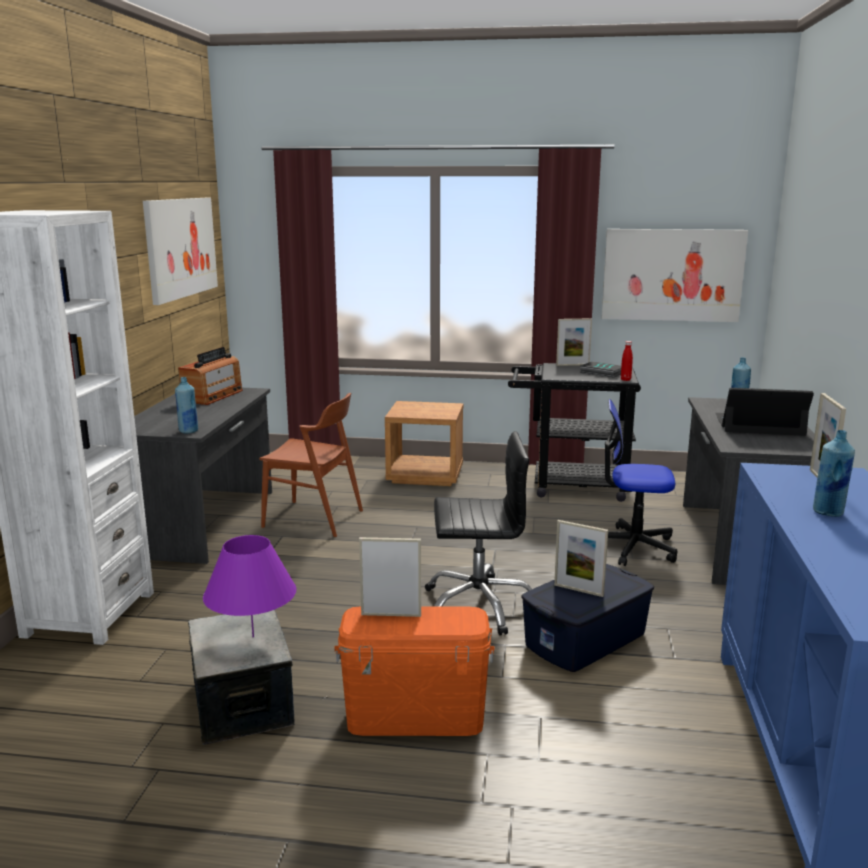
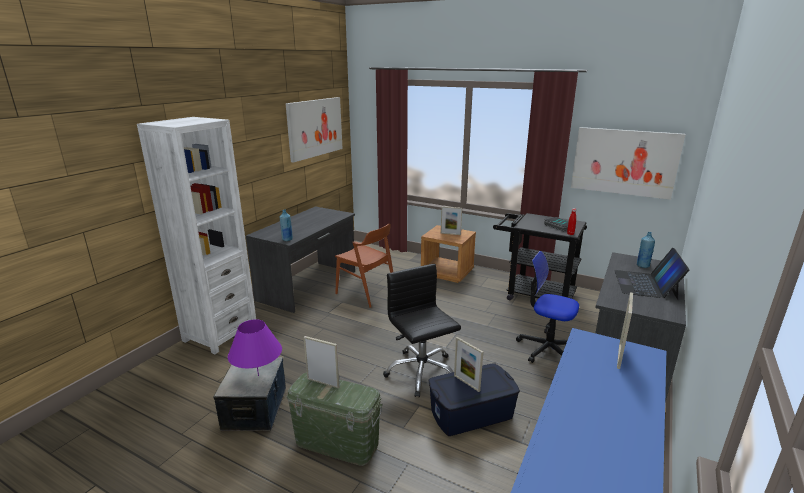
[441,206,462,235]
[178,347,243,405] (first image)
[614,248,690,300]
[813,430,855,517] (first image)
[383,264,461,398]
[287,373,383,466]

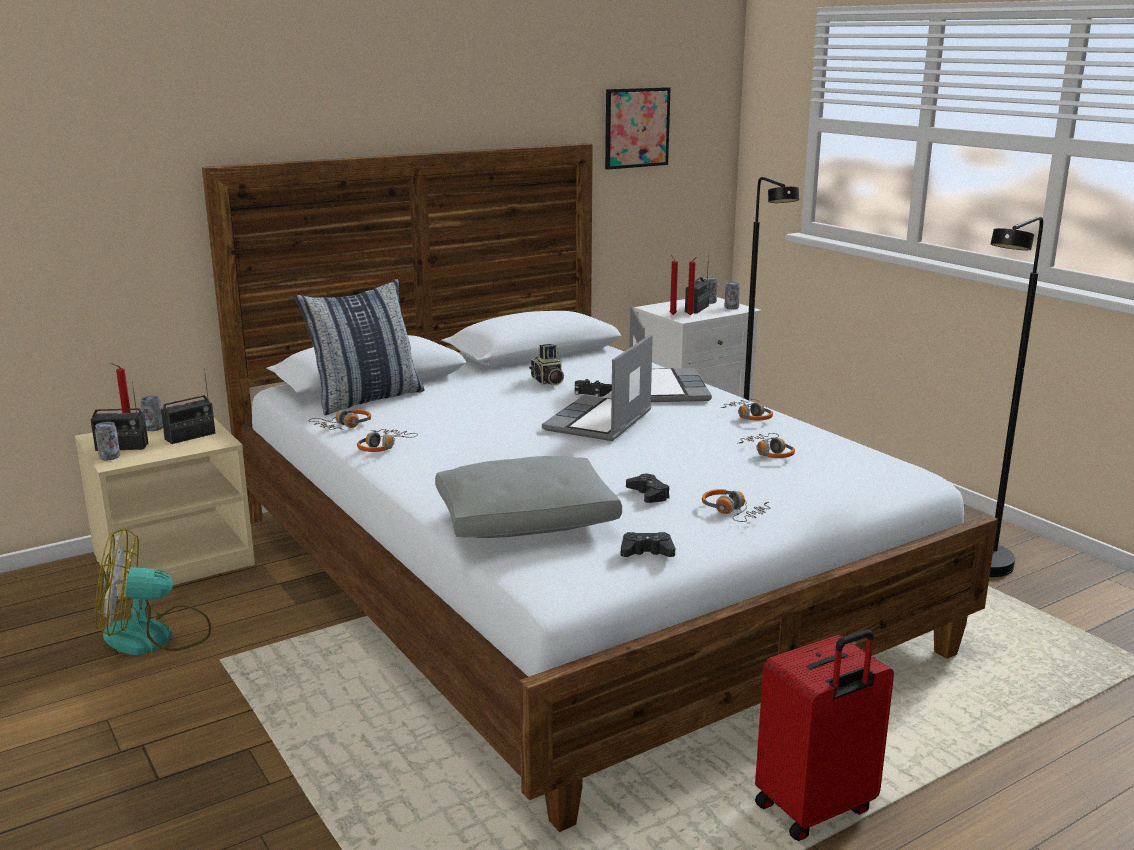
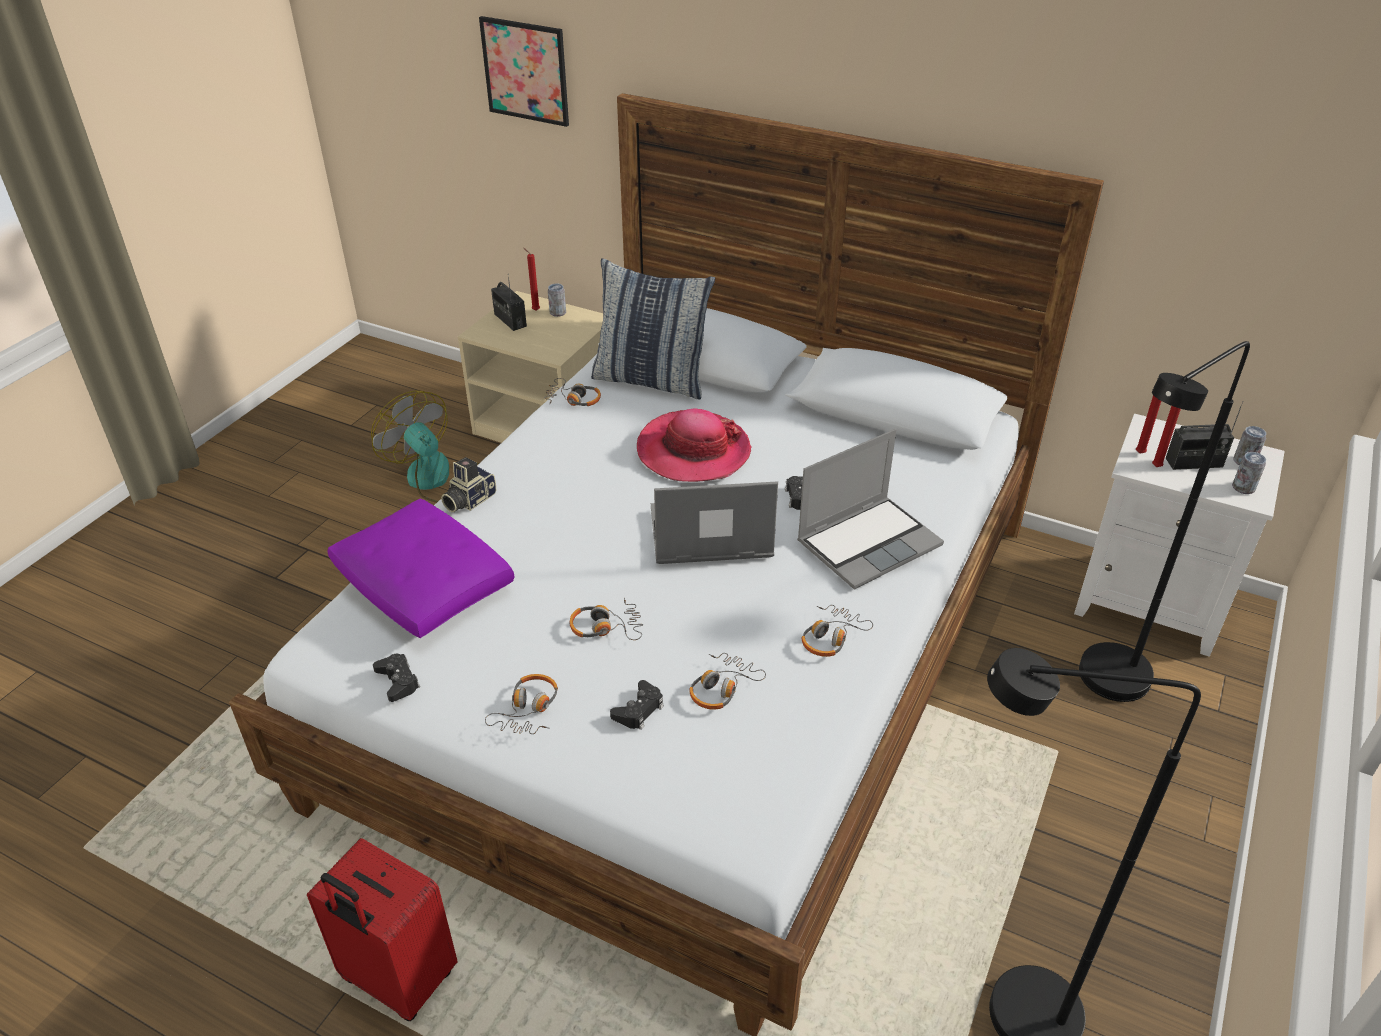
[479,16,569,127]
[441,457,496,512]
[161,368,216,444] (first image)
[95,422,120,460] (first image)
[570,598,643,640]
[327,499,514,638]
[610,680,664,730]
[637,409,752,482]

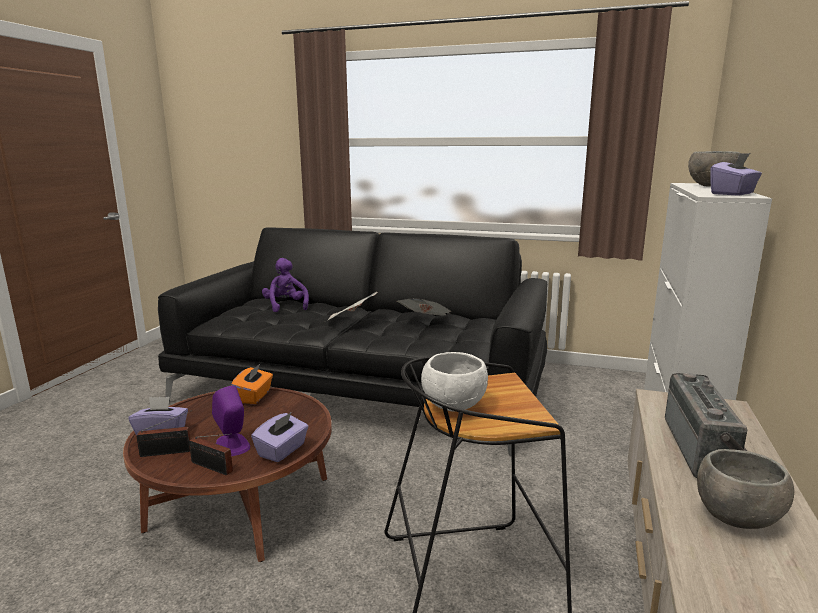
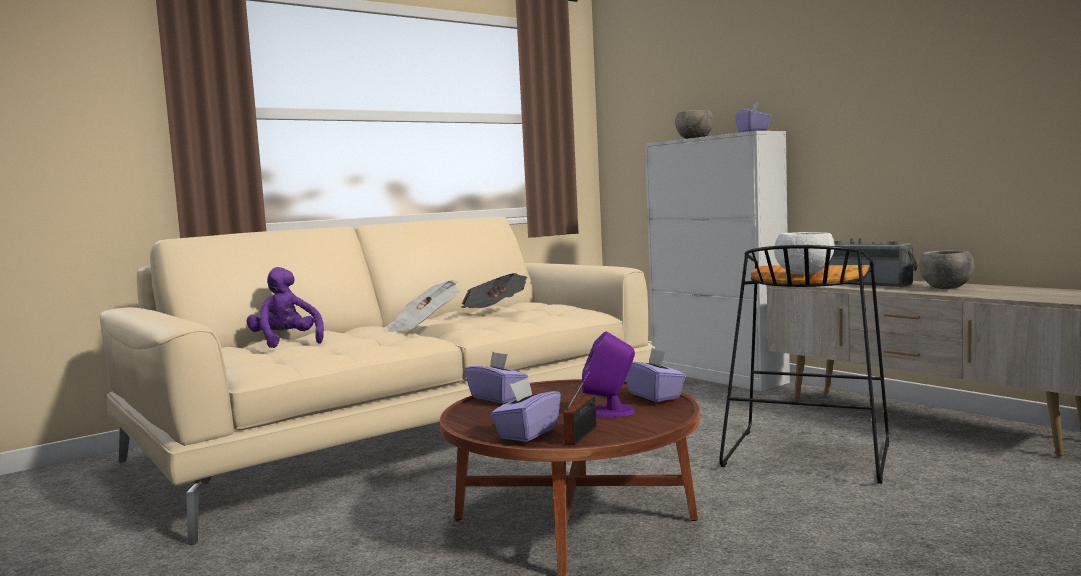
[99,217,655,545]
[247,267,324,348]
[465,351,528,403]
[189,434,233,475] (first image)

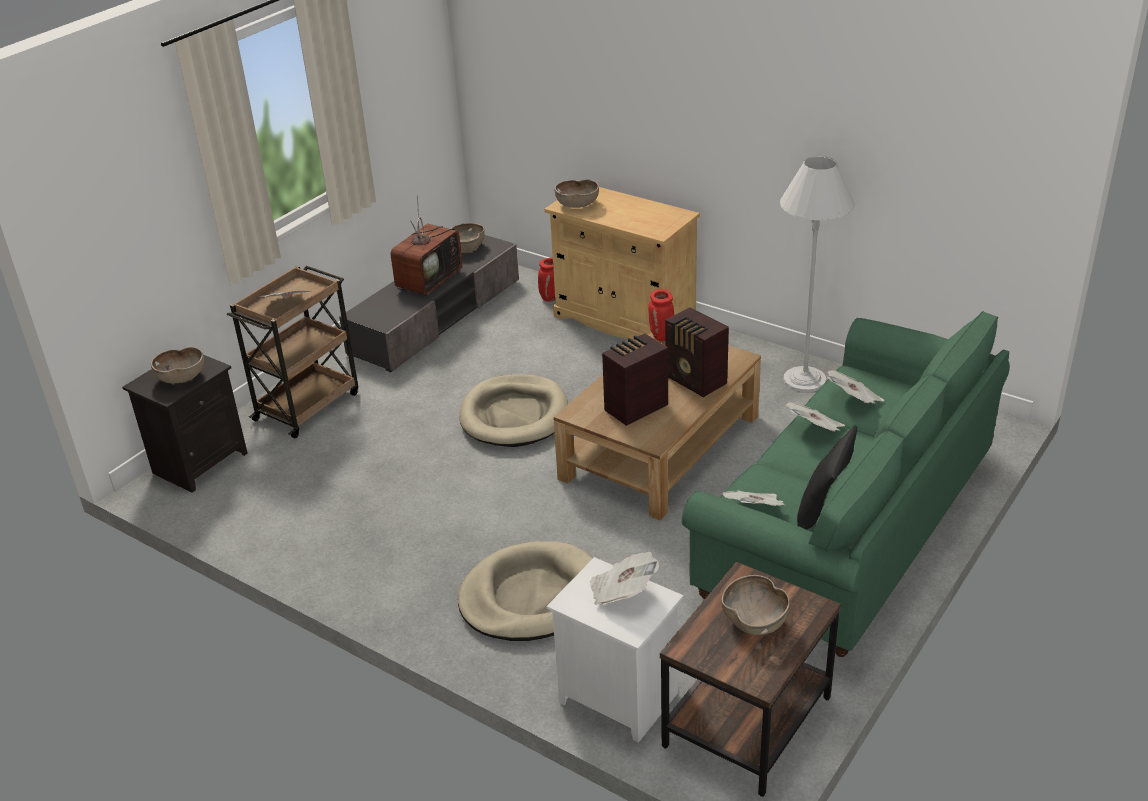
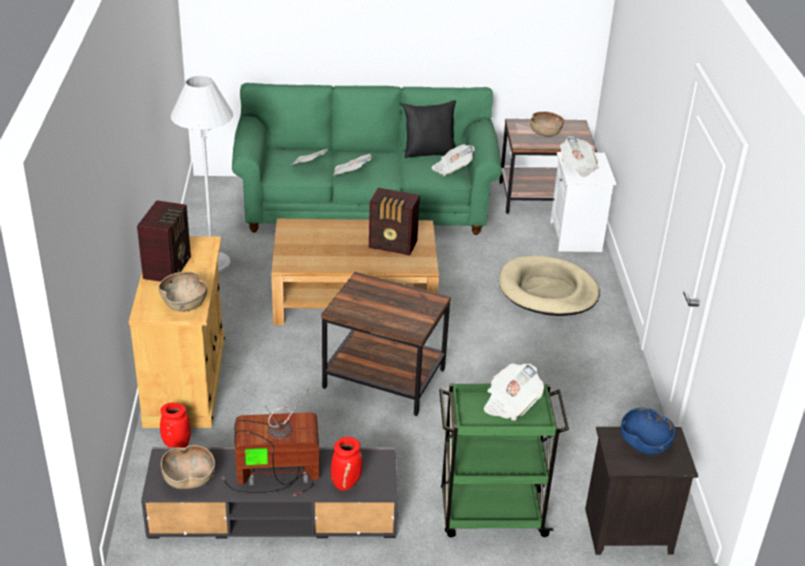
[439,383,569,537]
[331,437,362,491]
[137,200,191,284]
[620,408,676,455]
[321,272,451,416]

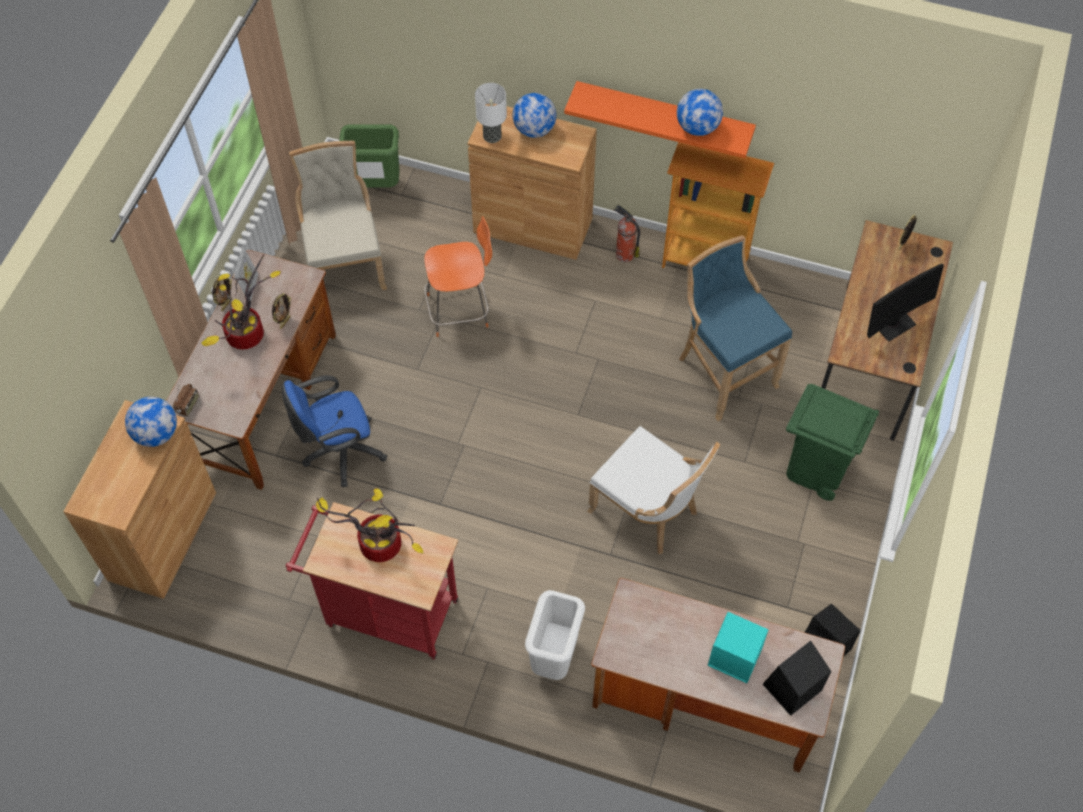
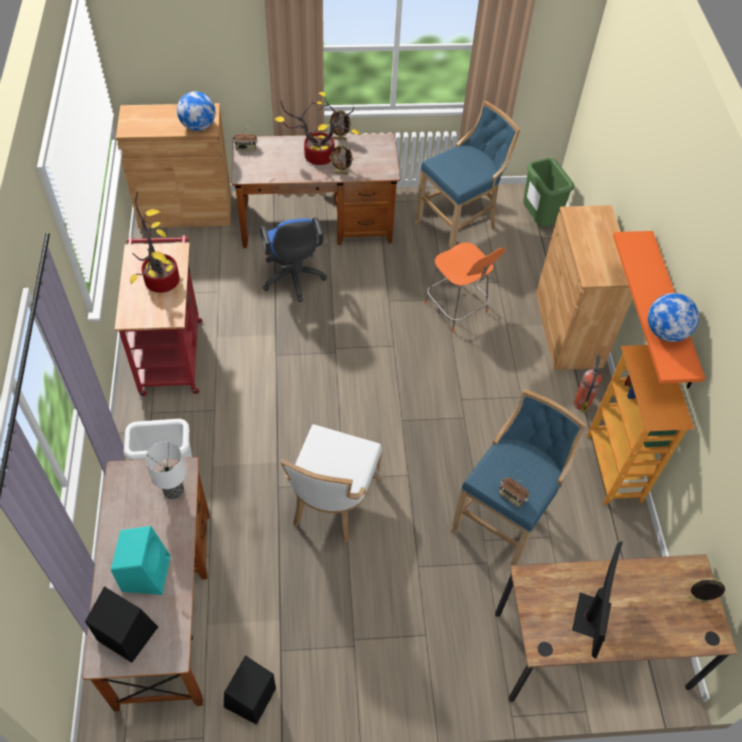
[145,442,186,500]
[513,93,556,138] (first image)
[415,101,520,250]
[234,246,258,301] (first image)
[572,541,623,659]
[260,217,327,302]
[786,384,879,501] (first image)
[498,477,529,507]

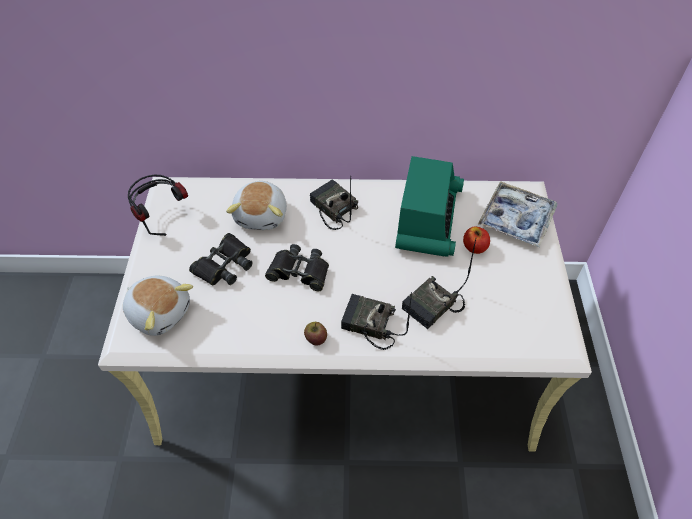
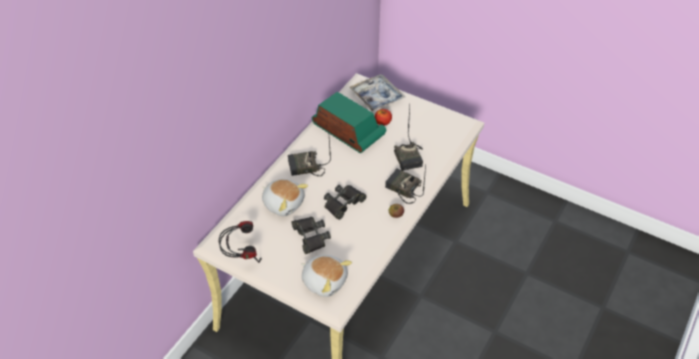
[301,255,352,297]
[385,164,426,204]

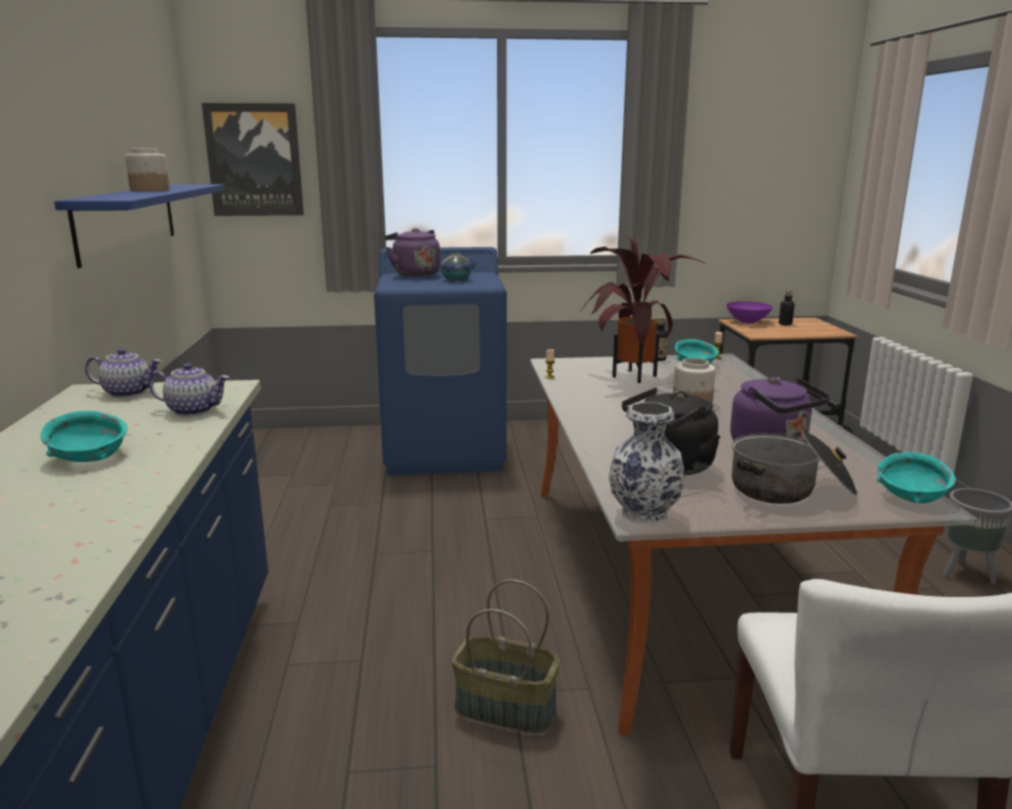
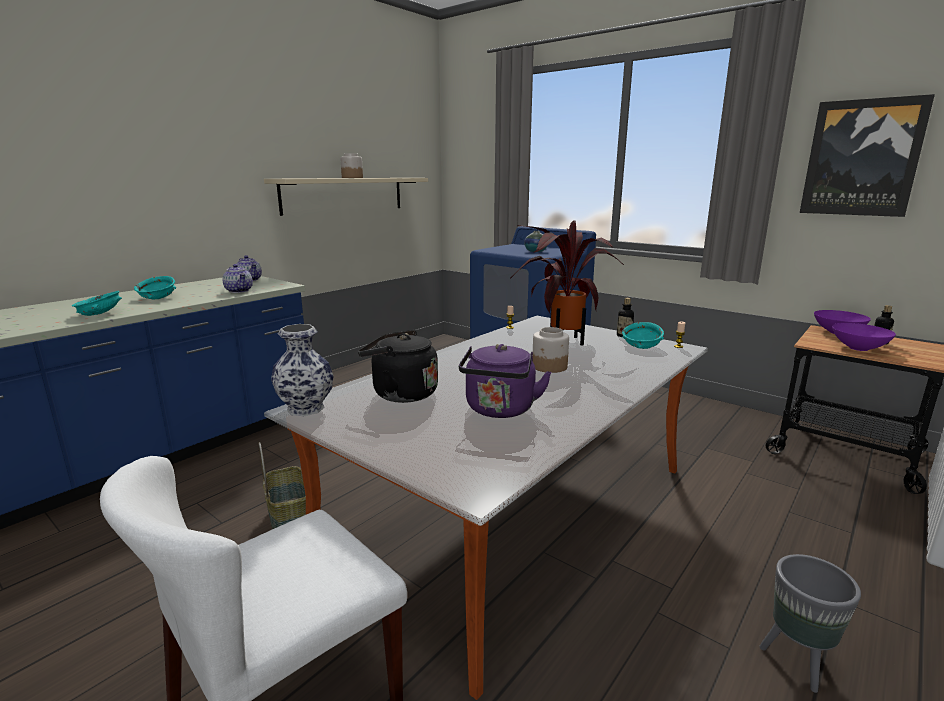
[800,94,935,217]
[264,178,428,216]
[385,228,440,276] (first image)
[732,429,858,504] (first image)
[72,291,122,316]
[832,323,896,351]

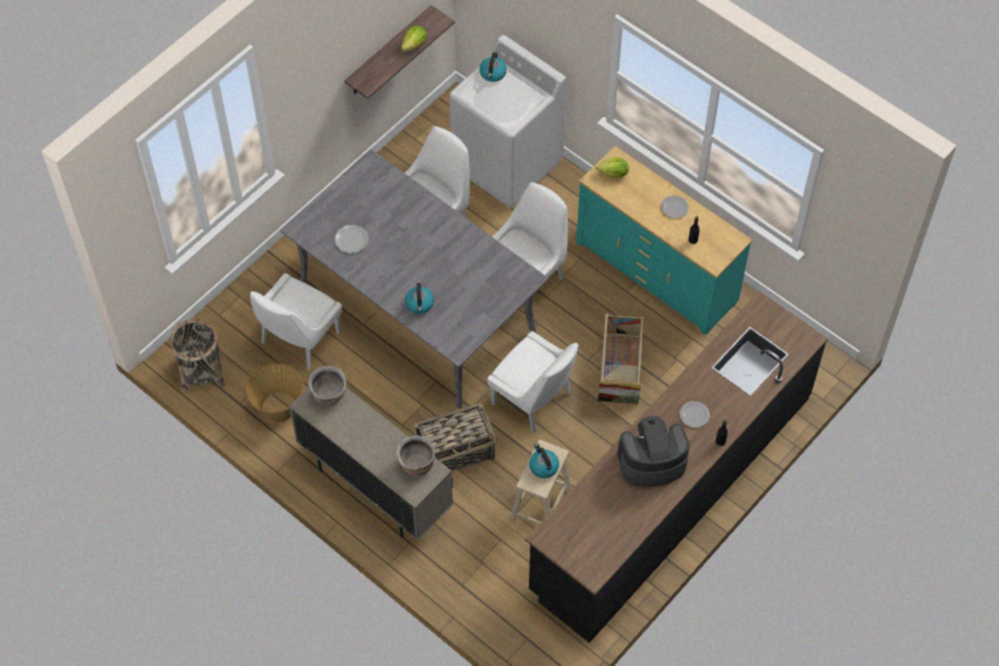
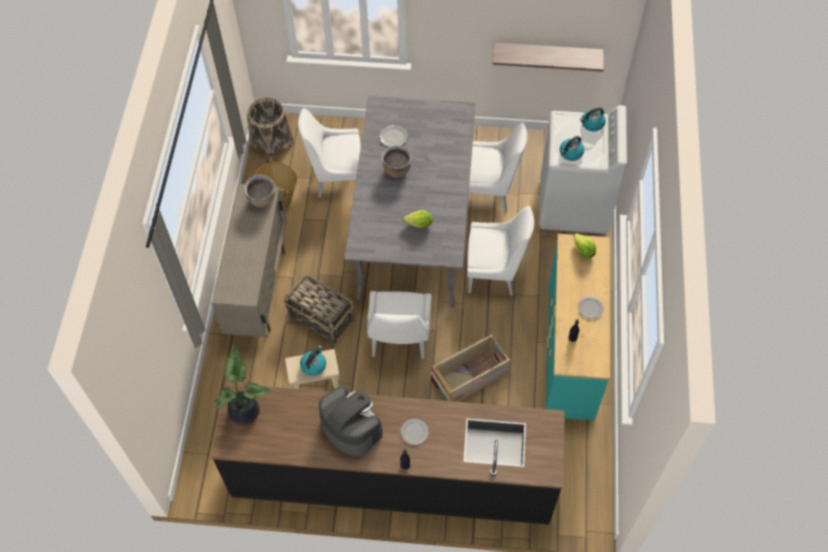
[403,210,433,228]
[560,136,584,161]
[381,145,412,178]
[214,344,272,425]

